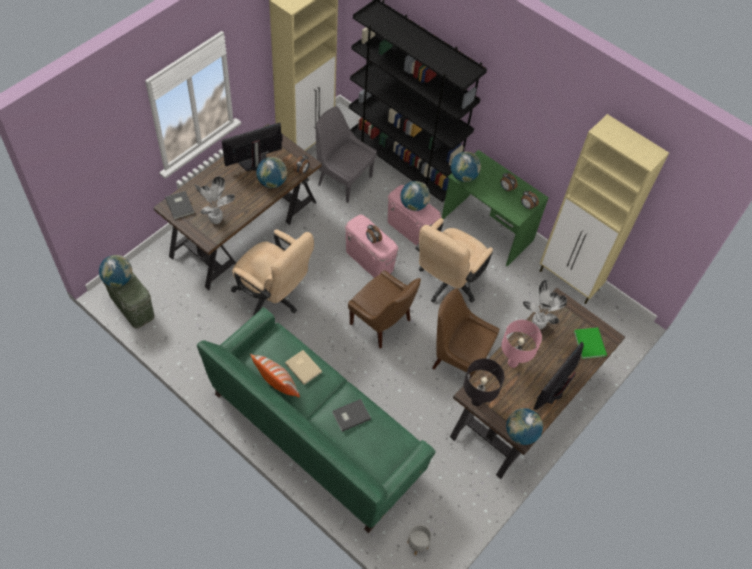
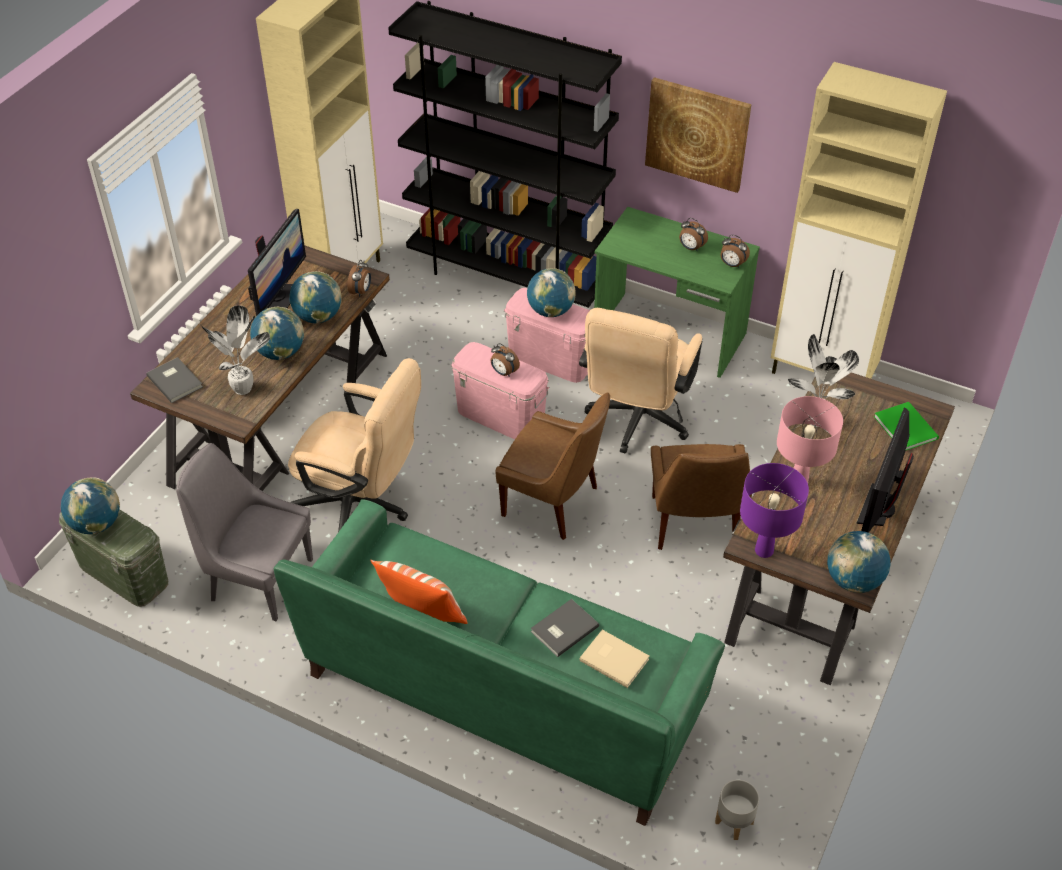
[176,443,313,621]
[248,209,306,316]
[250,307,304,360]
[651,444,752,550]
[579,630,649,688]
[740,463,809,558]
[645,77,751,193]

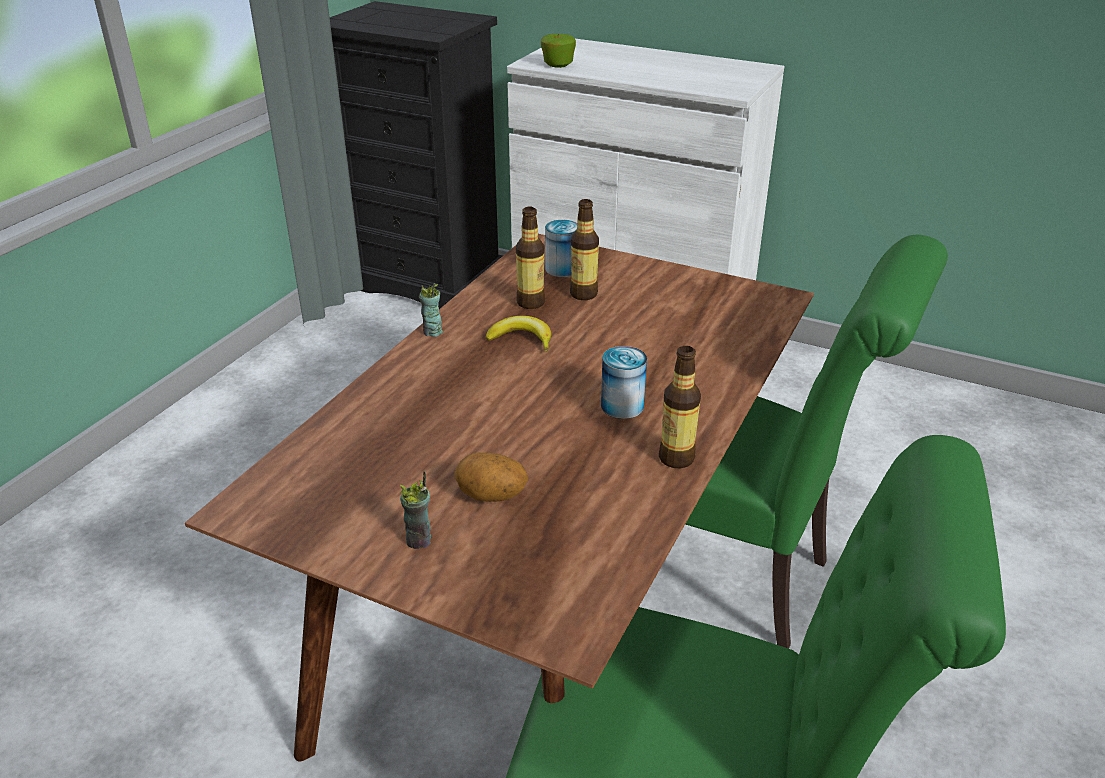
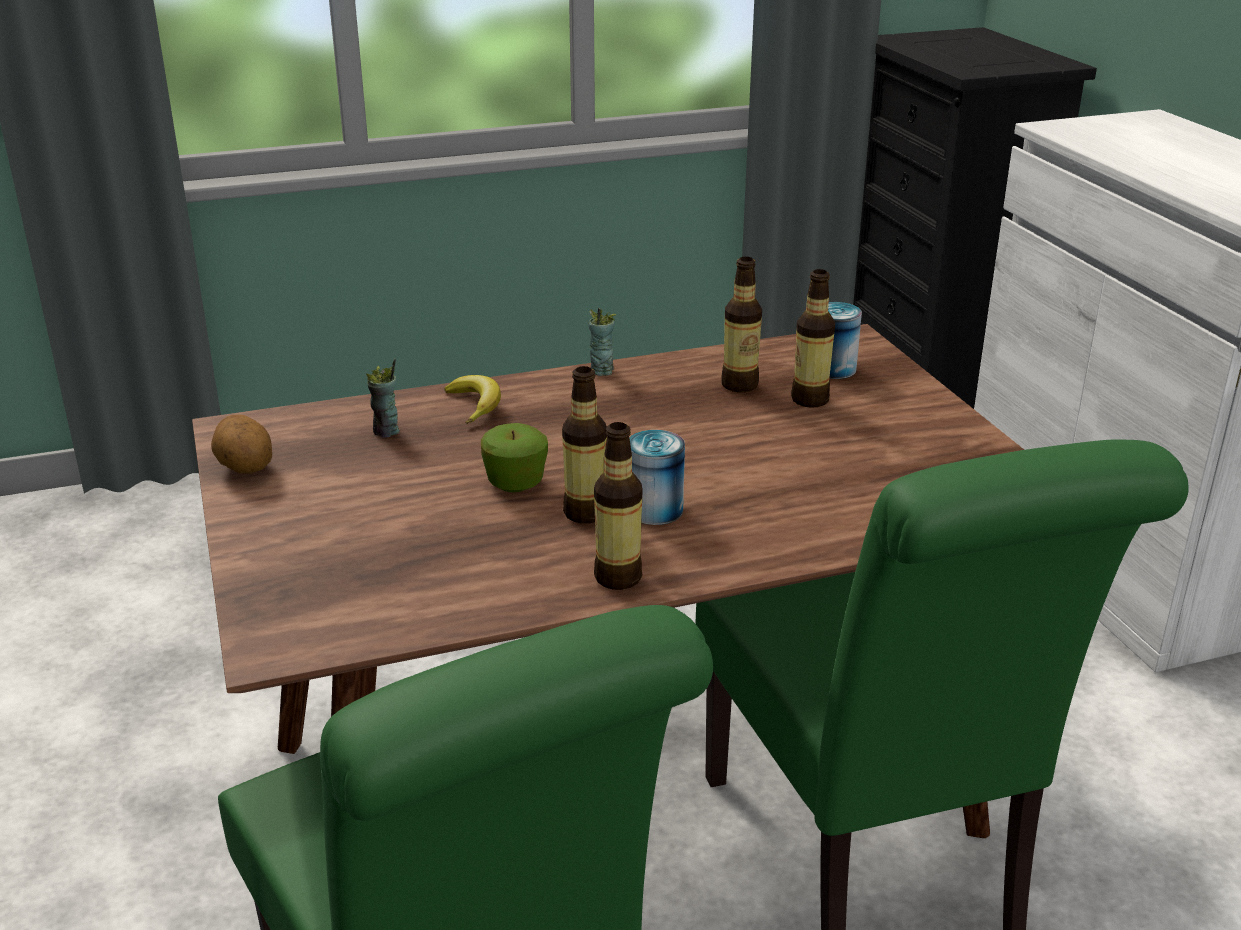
[481,423,548,493]
[444,375,501,424]
[211,414,272,474]
[366,359,400,438]
[562,366,607,524]

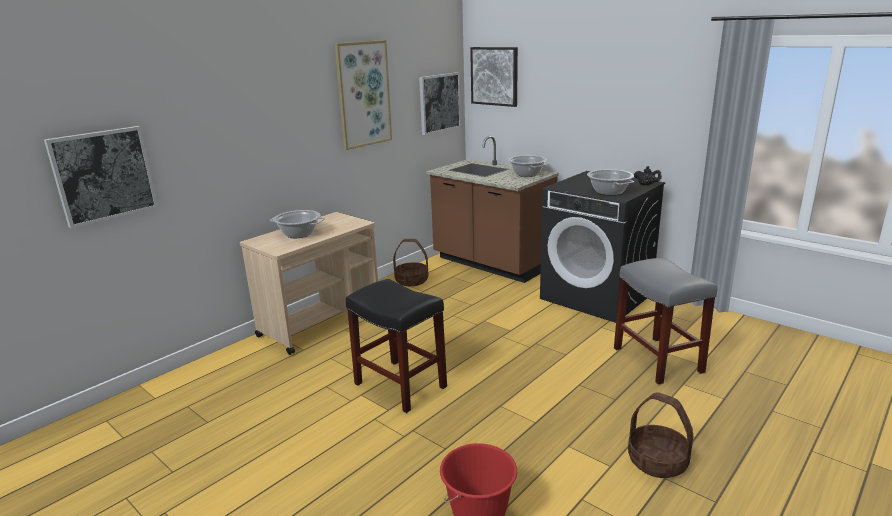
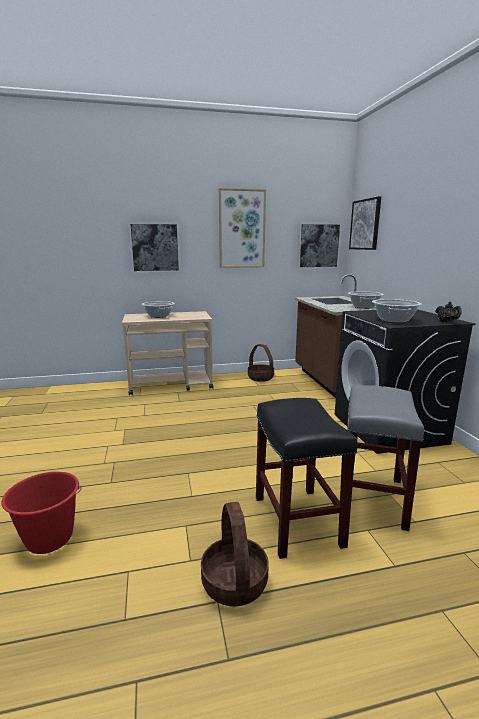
[128,222,181,273]
[256,398,357,559]

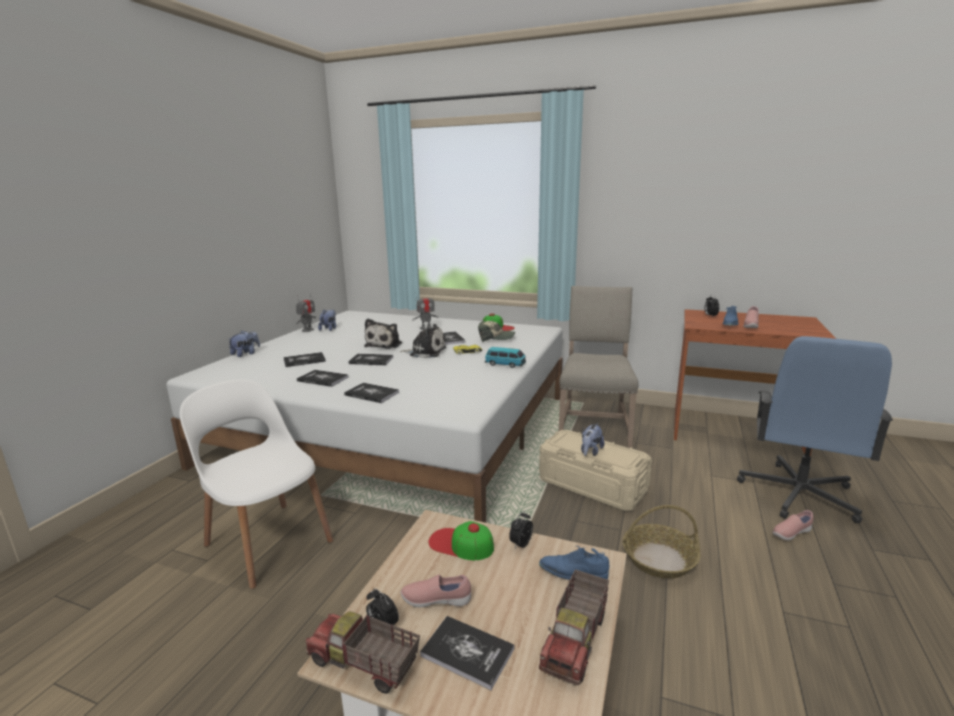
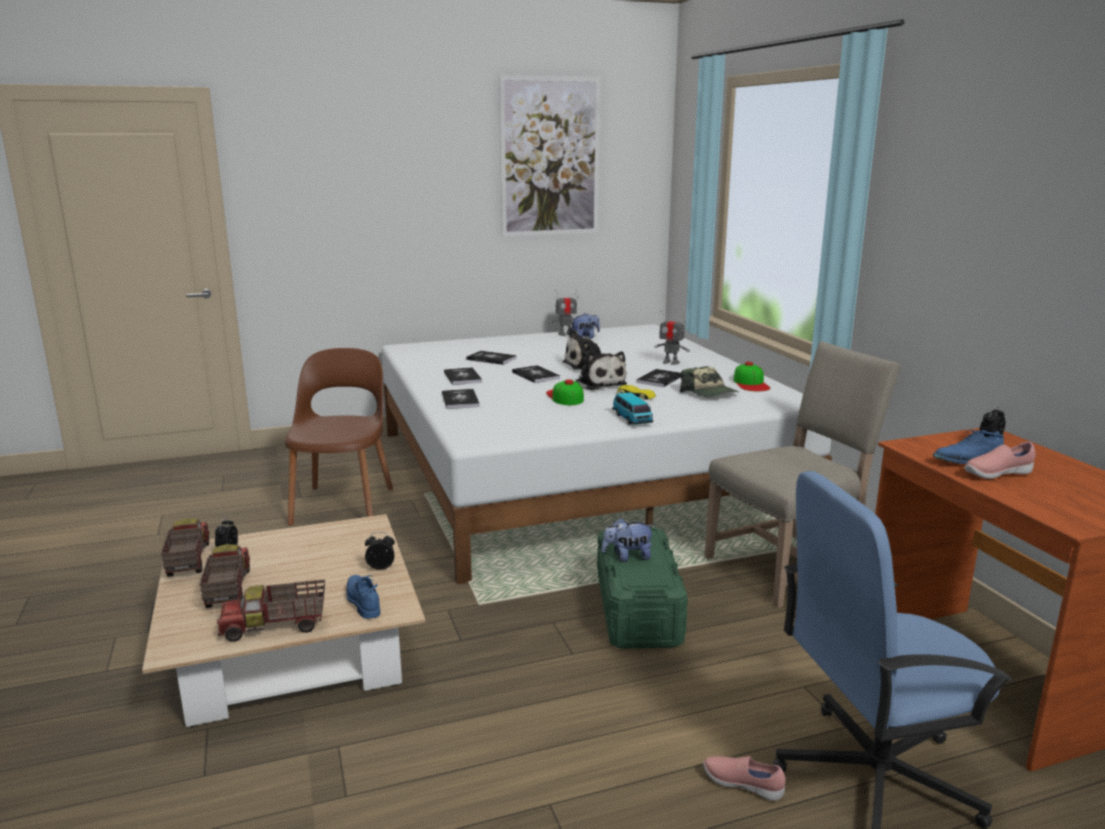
[229,331,260,357] (first image)
[285,348,393,526]
[597,527,688,649]
[623,505,700,579] (first image)
[546,379,584,405]
[400,574,471,607] (first image)
[199,544,250,608]
[499,75,600,237]

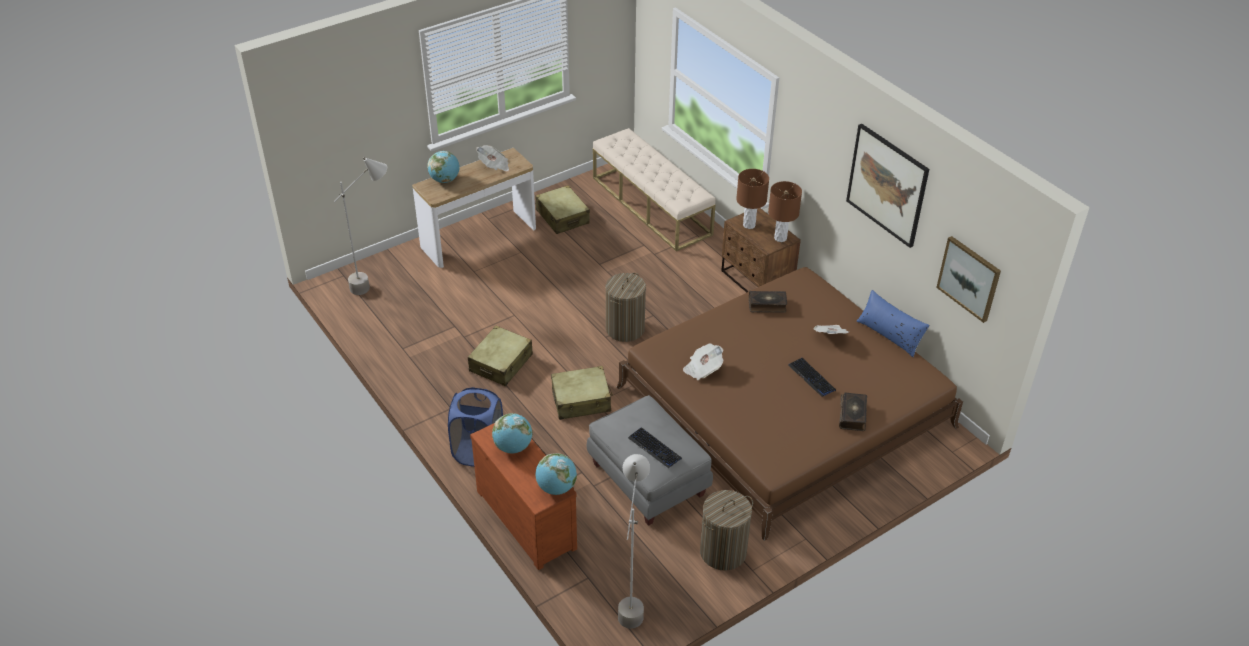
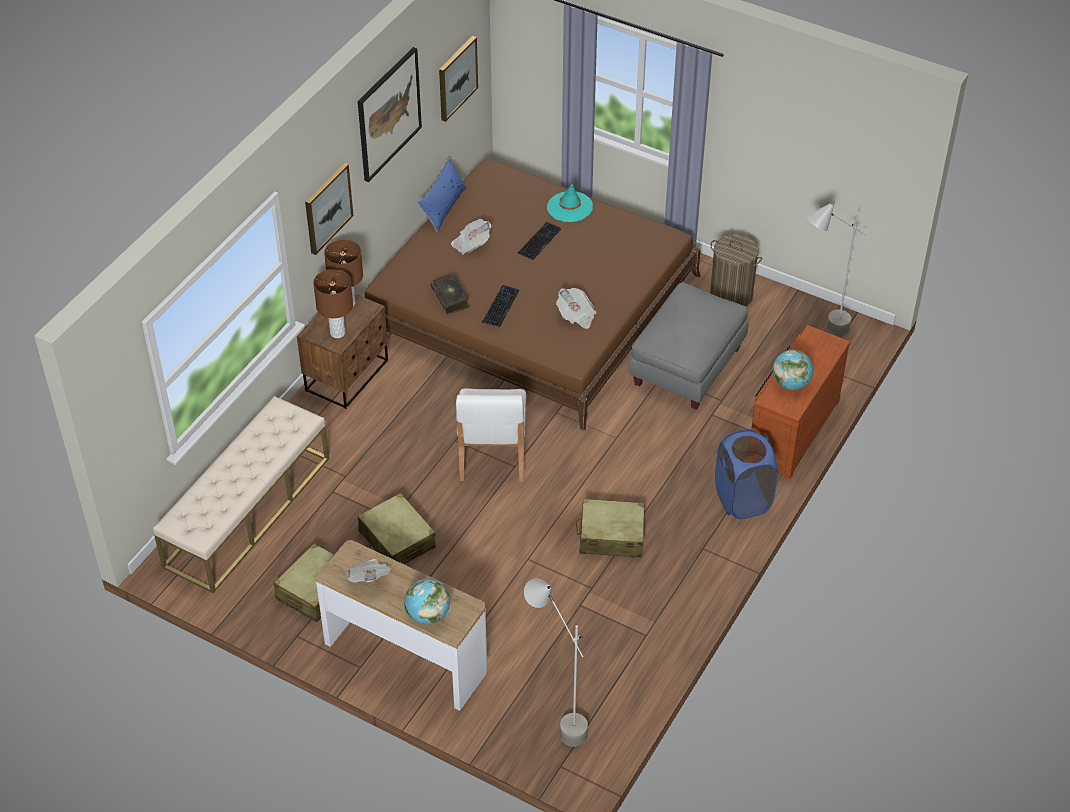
[456,388,526,482]
[358,493,436,564]
[547,184,593,222]
[482,285,519,327]
[535,453,577,495] (first image)
[305,163,353,255]

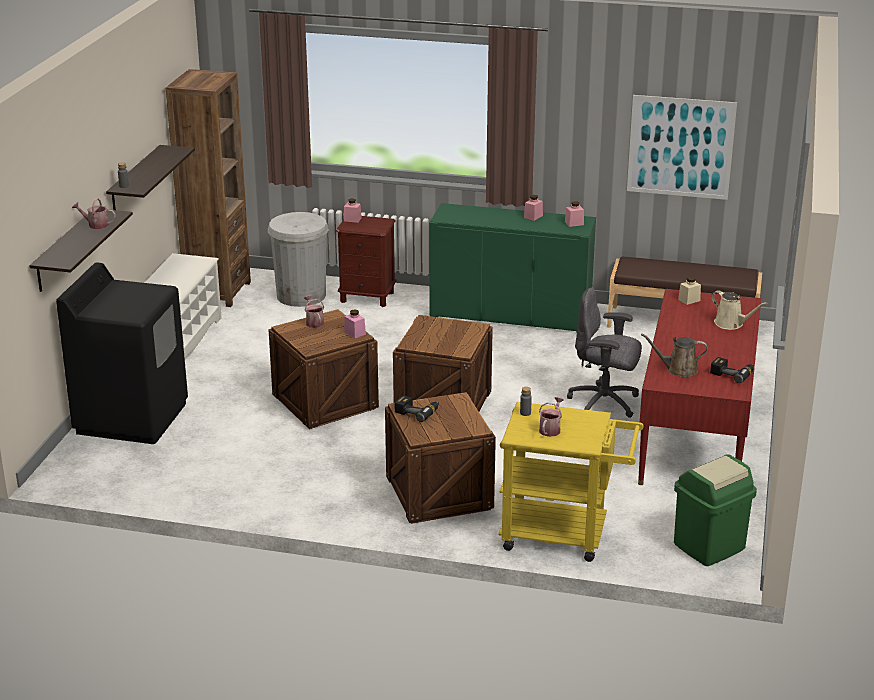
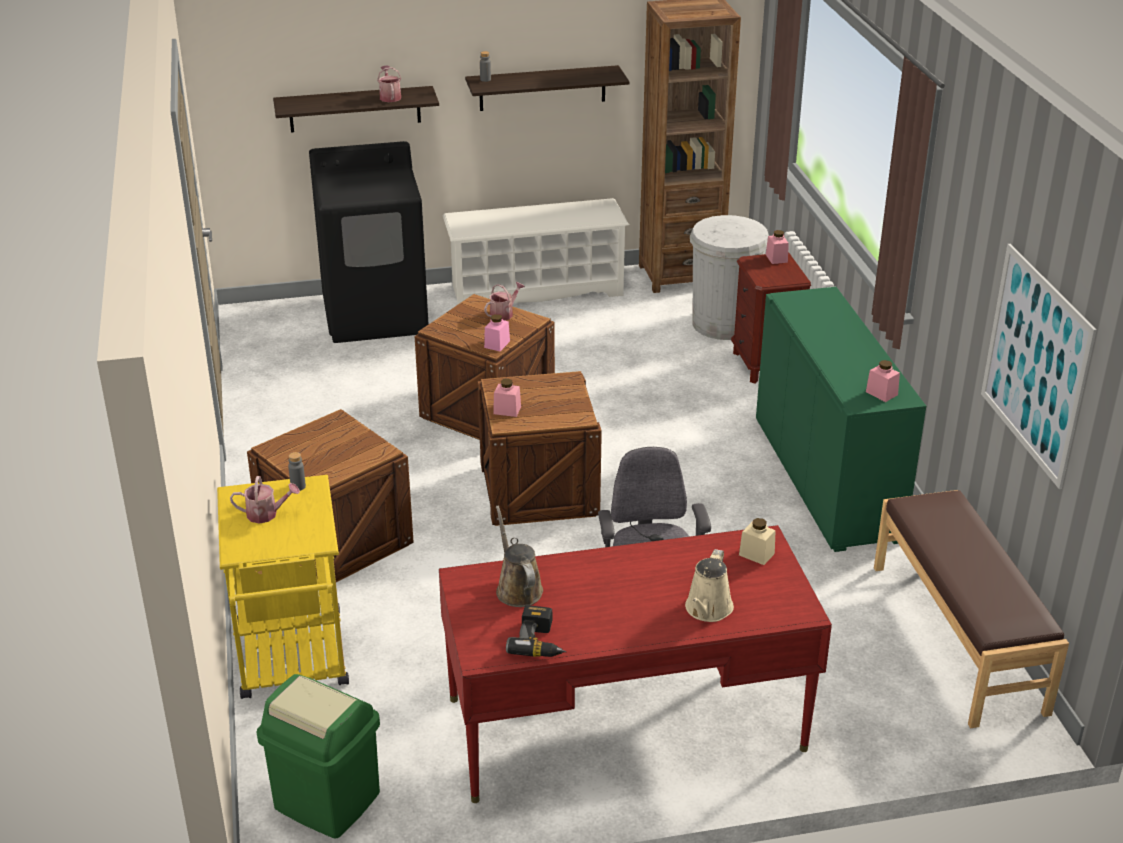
[493,379,521,417]
[395,395,439,422] (first image)

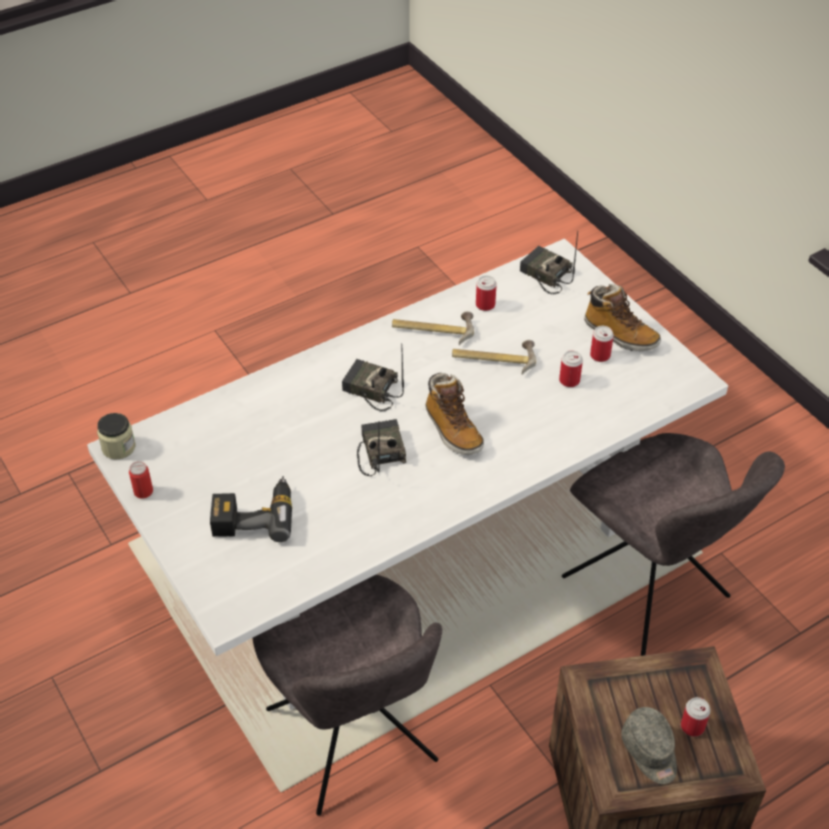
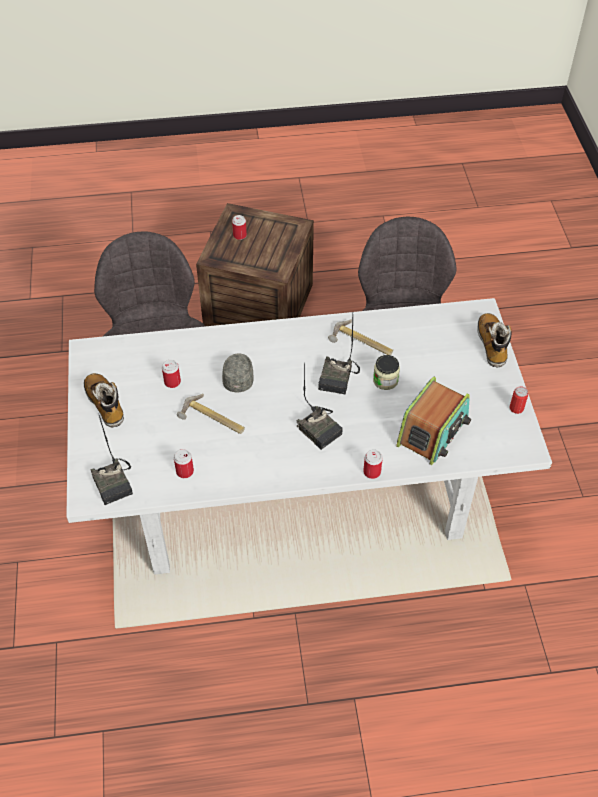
[328,319,393,355]
[363,449,383,479]
[477,313,512,368]
[373,355,400,390]
[210,476,292,542] (first image)
[222,353,253,393]
[396,377,471,465]

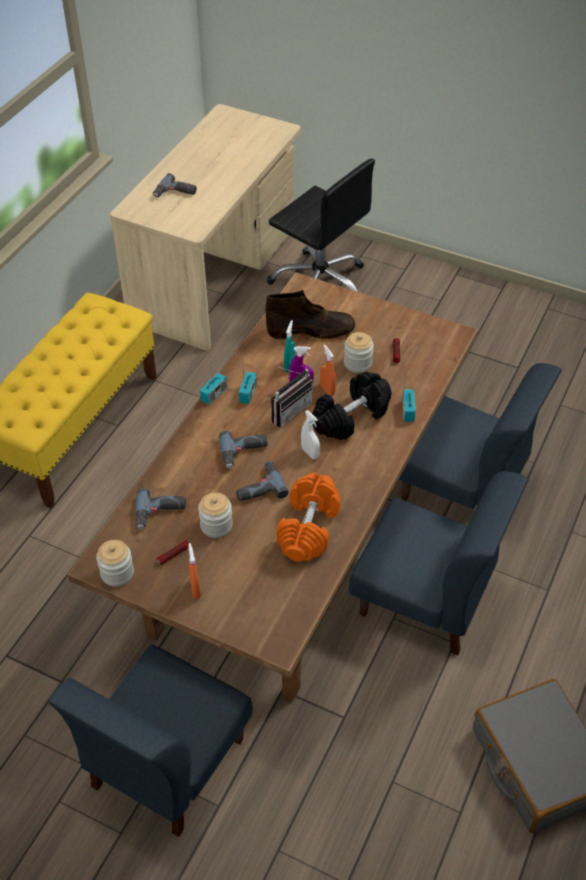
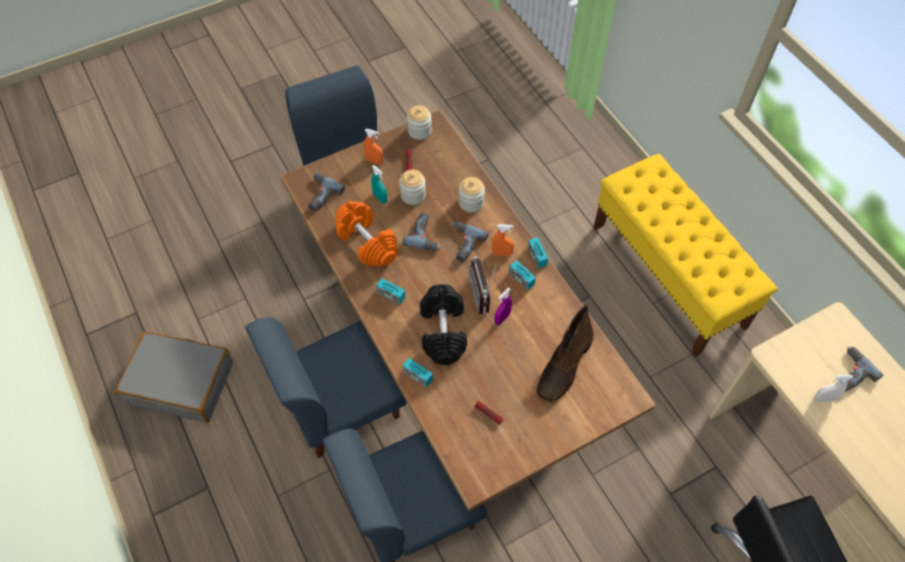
[371,165,387,204]
[459,177,485,212]
[492,224,514,256]
[814,375,853,402]
[309,173,345,211]
[376,271,406,304]

